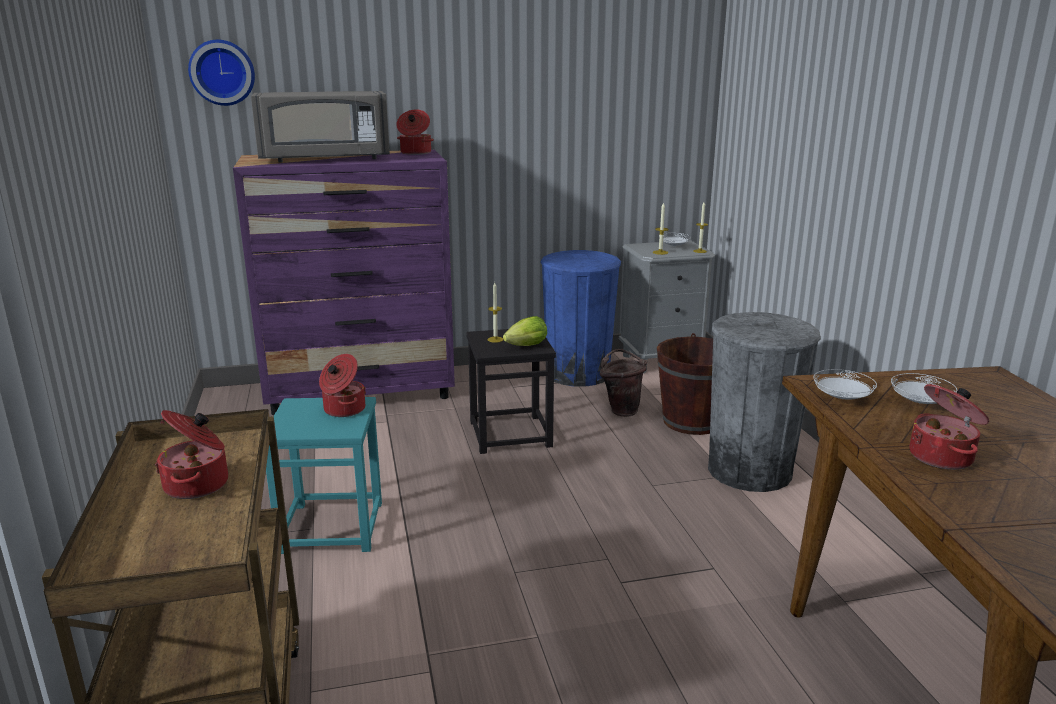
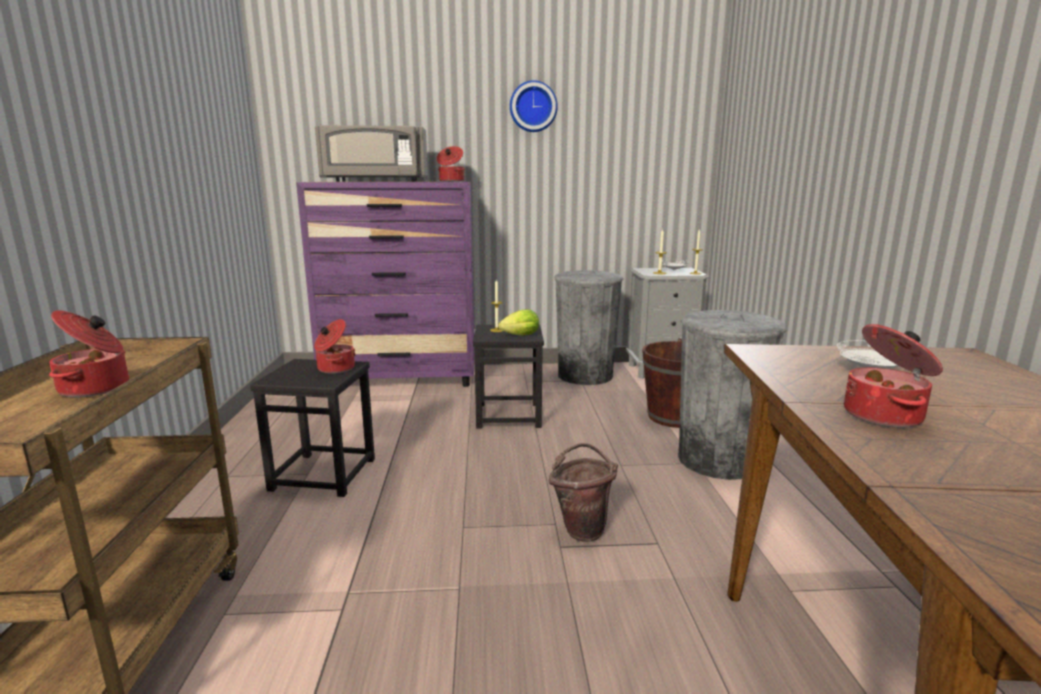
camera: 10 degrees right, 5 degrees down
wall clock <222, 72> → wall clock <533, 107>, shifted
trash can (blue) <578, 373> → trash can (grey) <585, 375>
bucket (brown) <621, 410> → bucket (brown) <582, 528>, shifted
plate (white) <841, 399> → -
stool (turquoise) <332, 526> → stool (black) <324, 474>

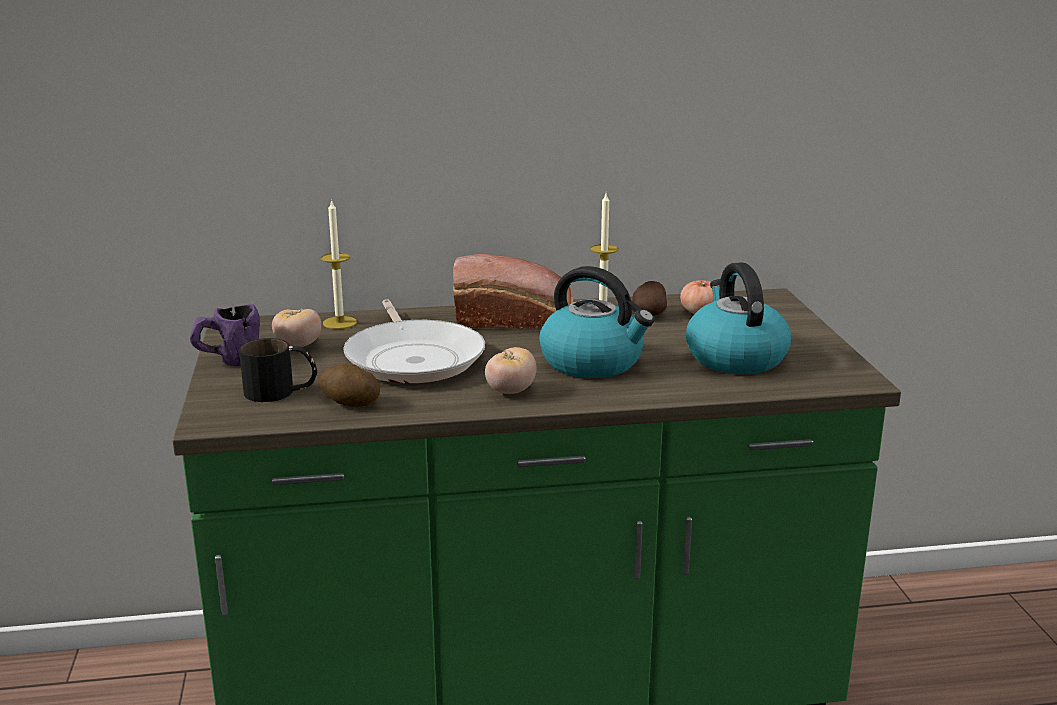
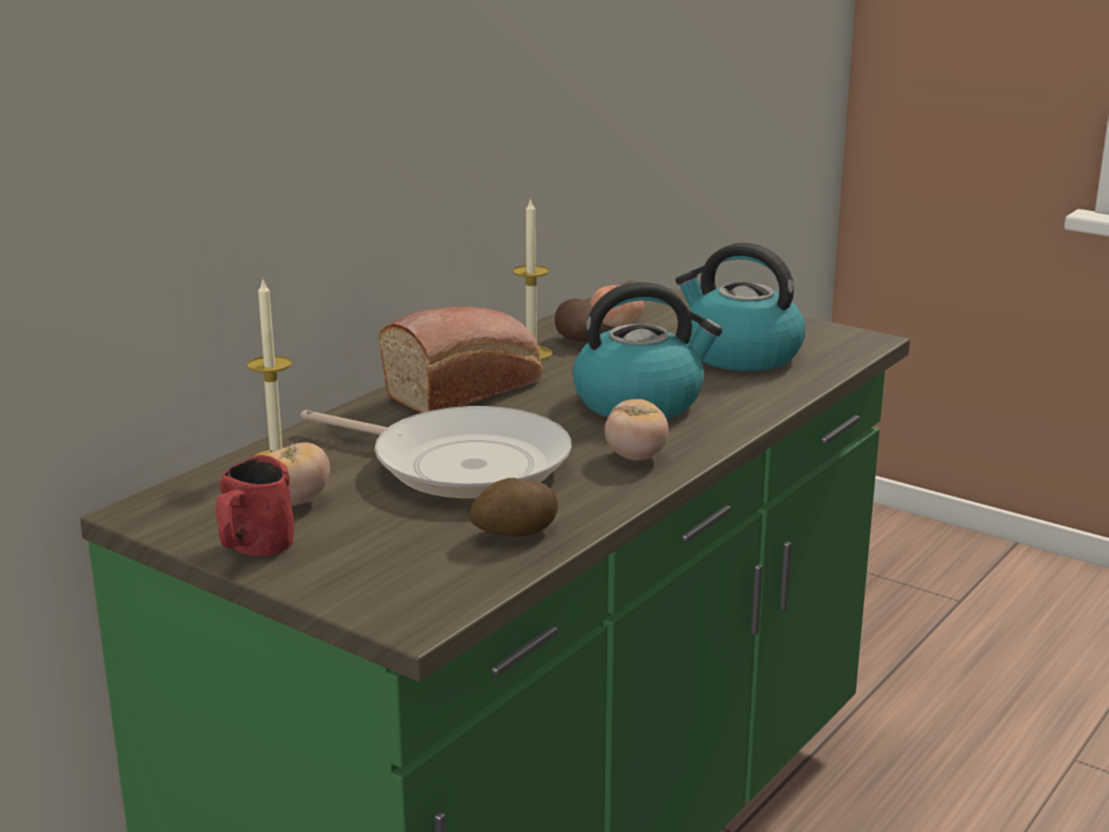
camera: 45 degrees left, 0 degrees up
mug (purple) <228, 361> → mug (red) <252, 552>
mug (black) <281, 391> → -

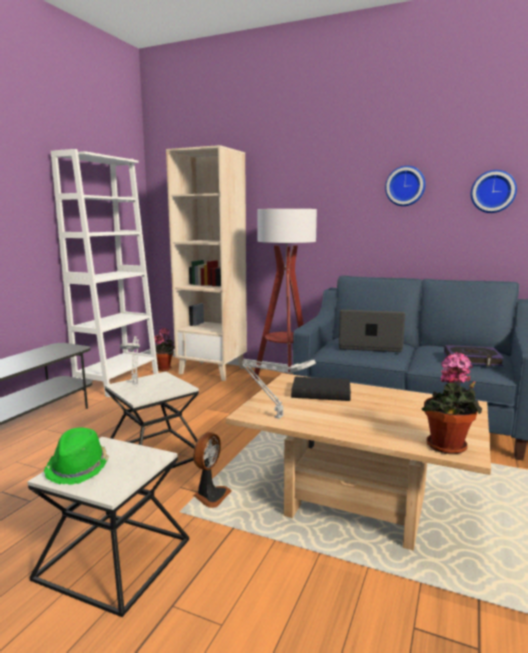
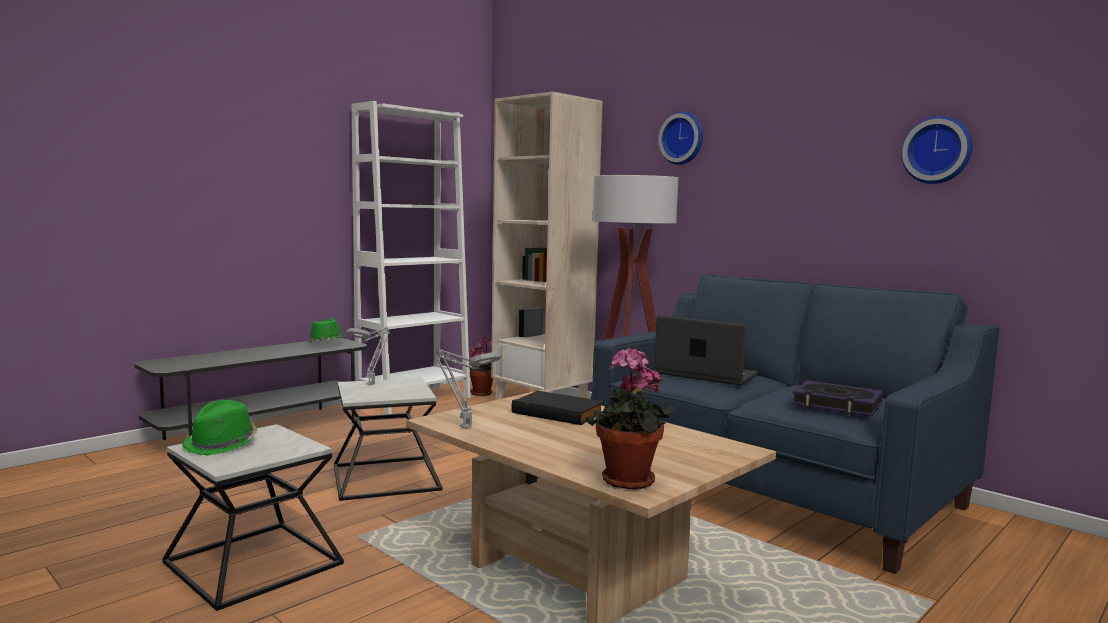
camera: 20 degrees right, 5 degrees down
wall clock <405, 186> → wall clock <683, 138>, shifted
fan <210, 496> → -
- → hat (green) <325, 343>

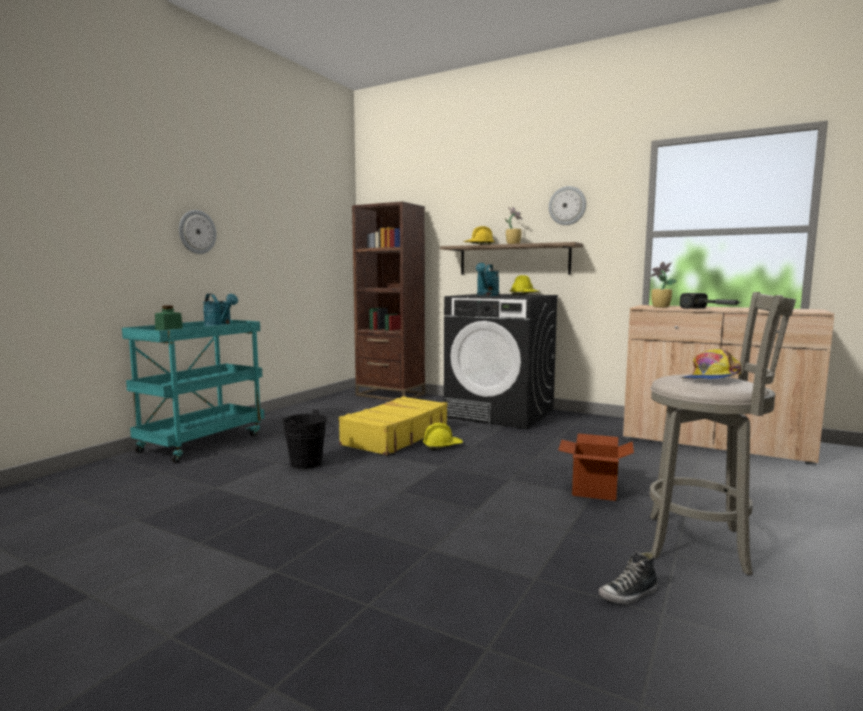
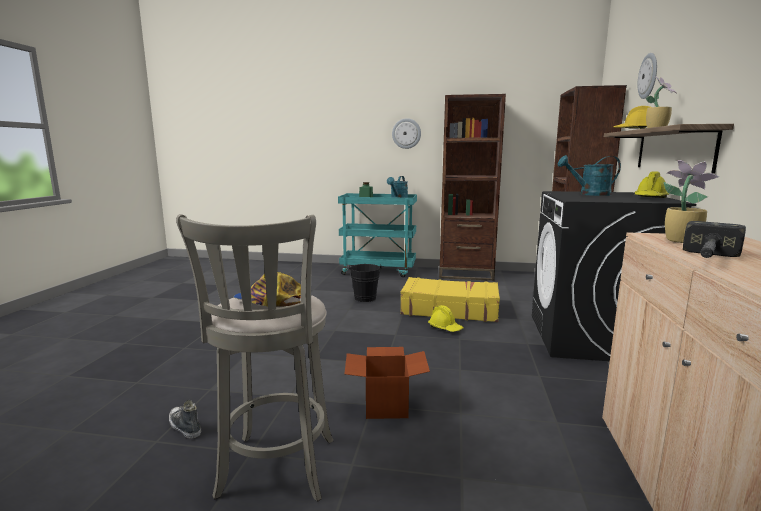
camera: 70 degrees right, 5 degrees up
wall clock <567, 206> → wall clock <648, 76>, shifted
- → bookcase (brown) <466, 274>

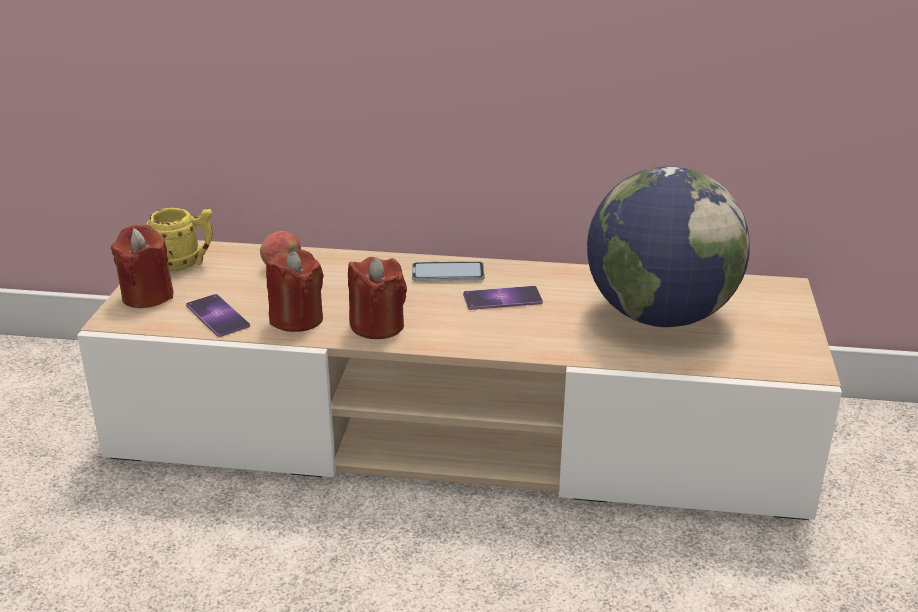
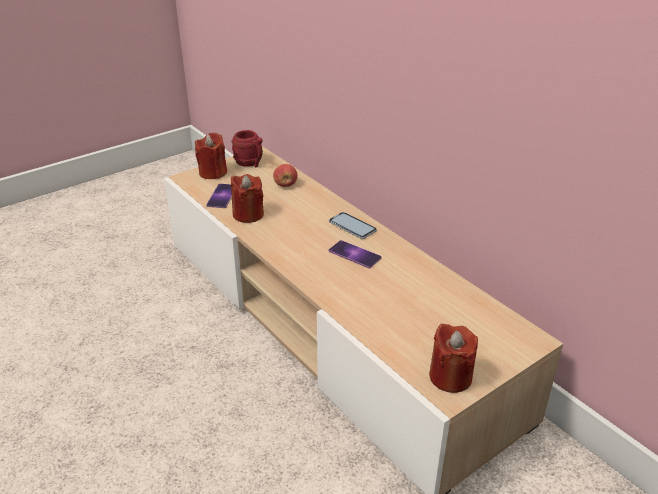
camera: 45 degrees right, 5 degrees up
globe <659, 316> → -
mug (yellow) <185, 264> → mug (red) <251, 164>
candle (red) <377, 326> → candle (red) <450, 377>, shifted

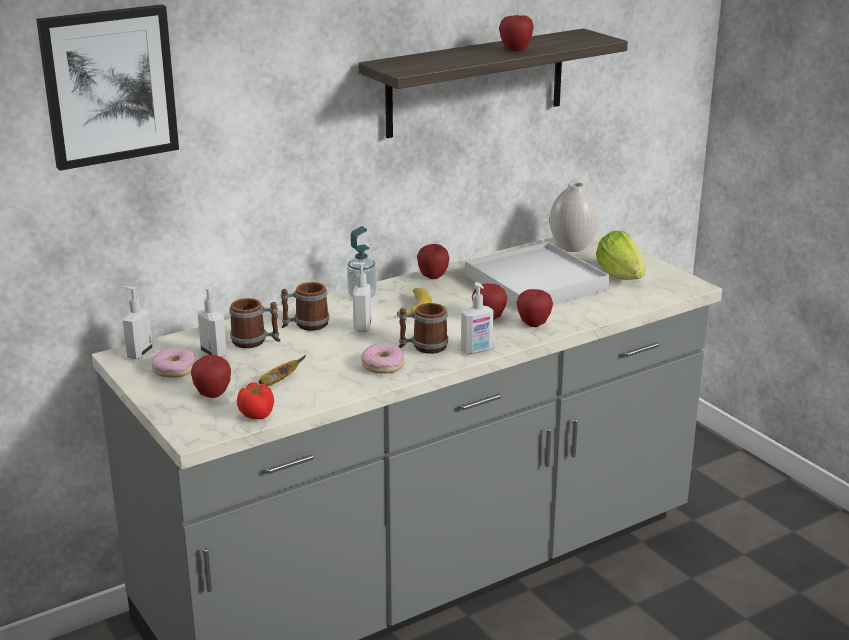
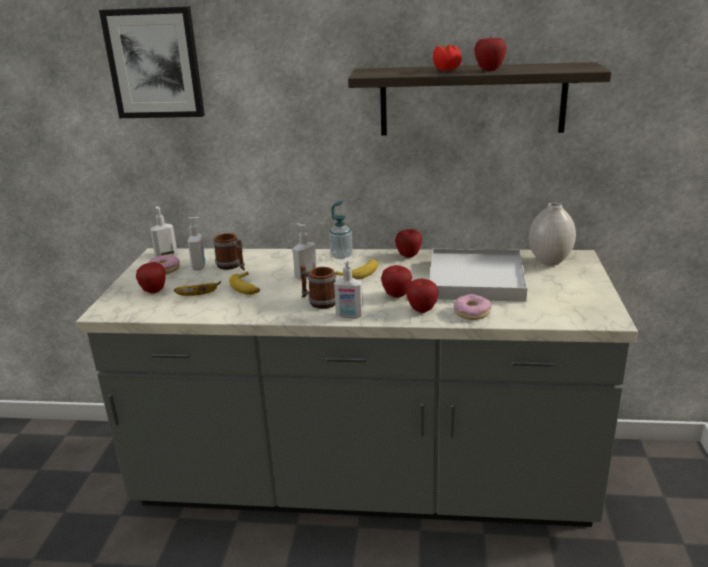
camera: 40 degrees right, 0 degrees up
lettuce <622, 276> → -
mug <305, 325> → -
donut <383, 365> → donut <472, 312>, shifted
tomato <257, 415> → tomato <446, 70>, shifted
- → banana <247, 288>

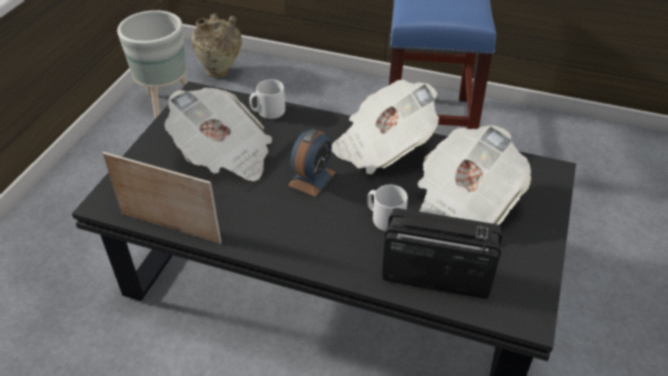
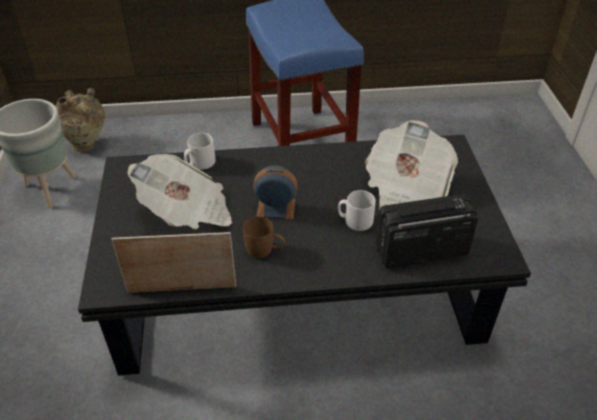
camera: 25 degrees left, 0 degrees up
newspaper <382, 147> → -
alarm clock <312, 179> → alarm clock <276, 208>, 90 degrees counterclockwise
- → mug (brown) <265, 250>

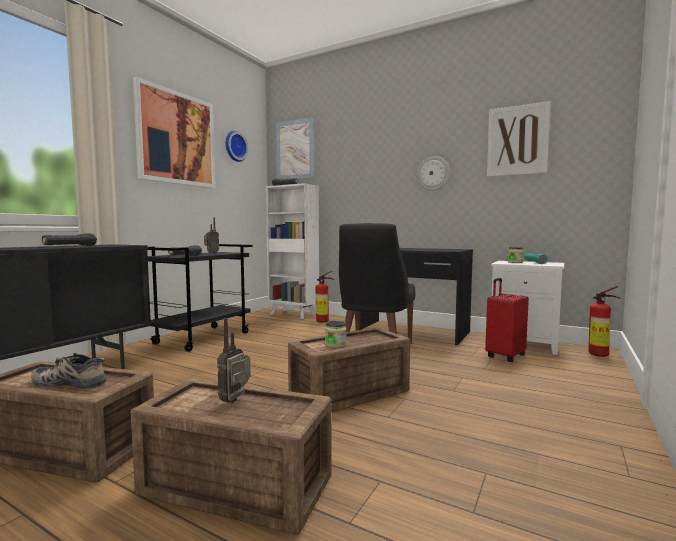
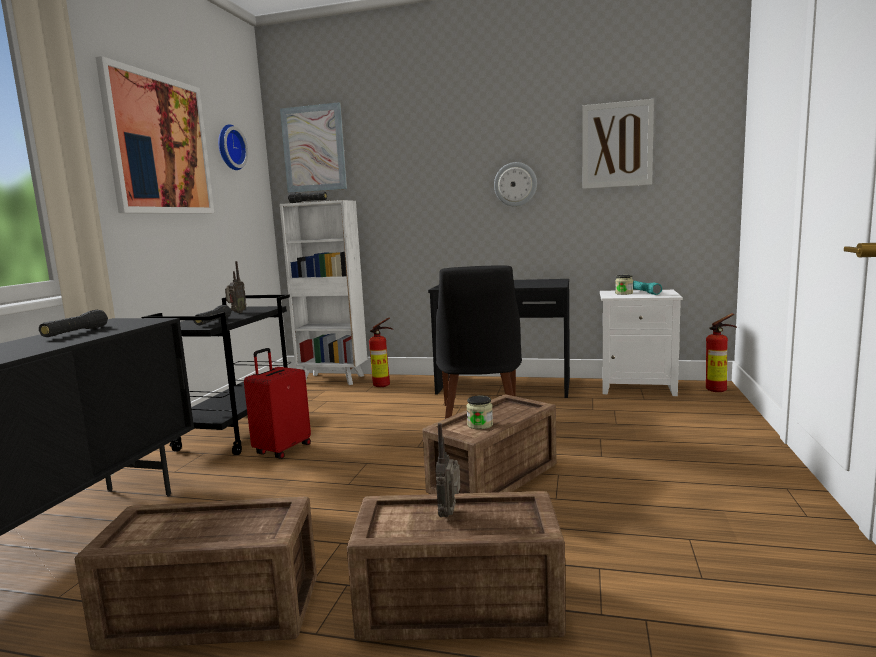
camera: 15 degrees left, 5 degrees up
suitcase (red) <504, 356> → suitcase (red) <282, 449>, shifted
shoe <72, 382> → -

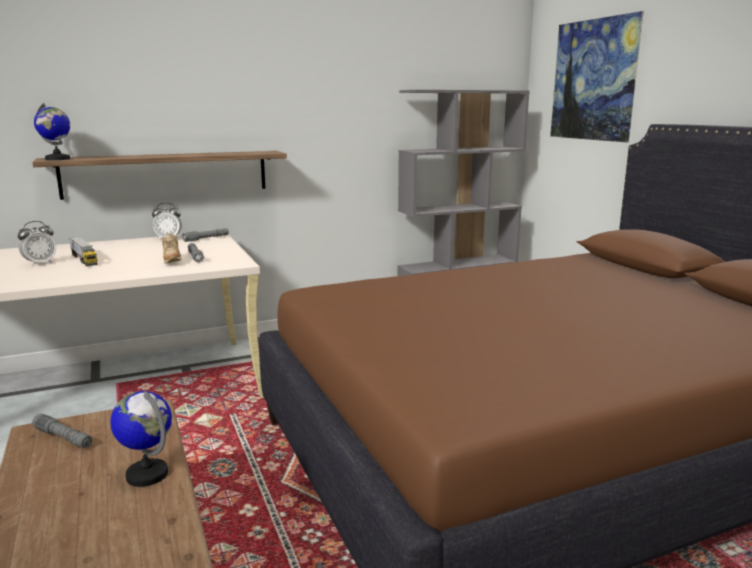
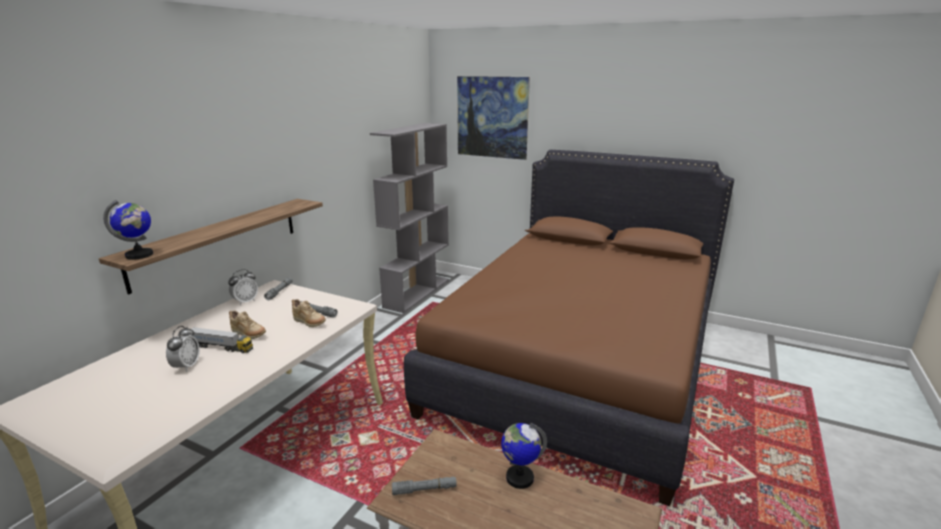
camera: 40 degrees left, 5 degrees up
- → shoe (beige) <248, 335>

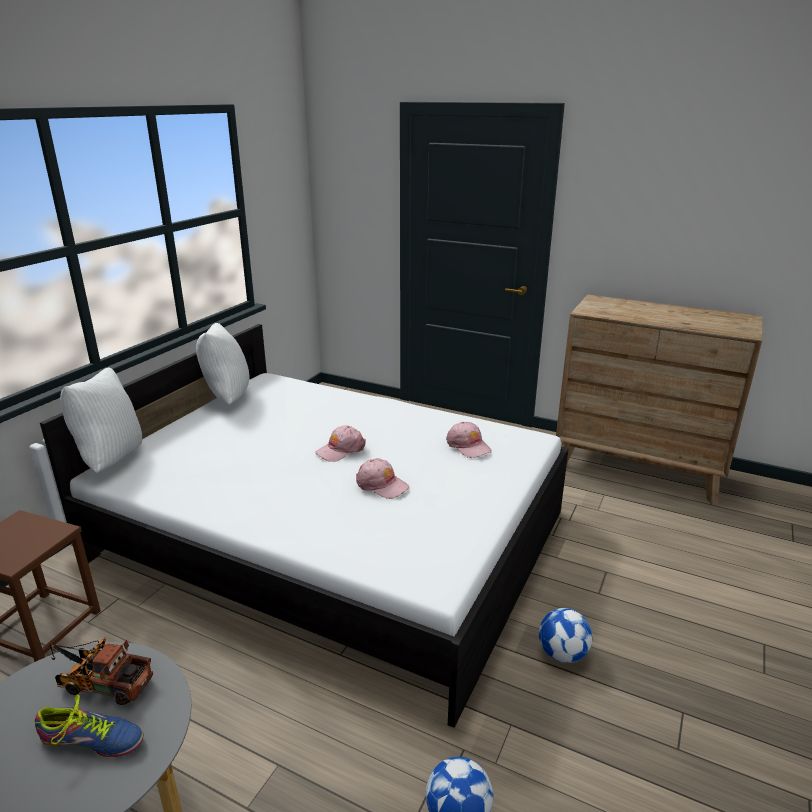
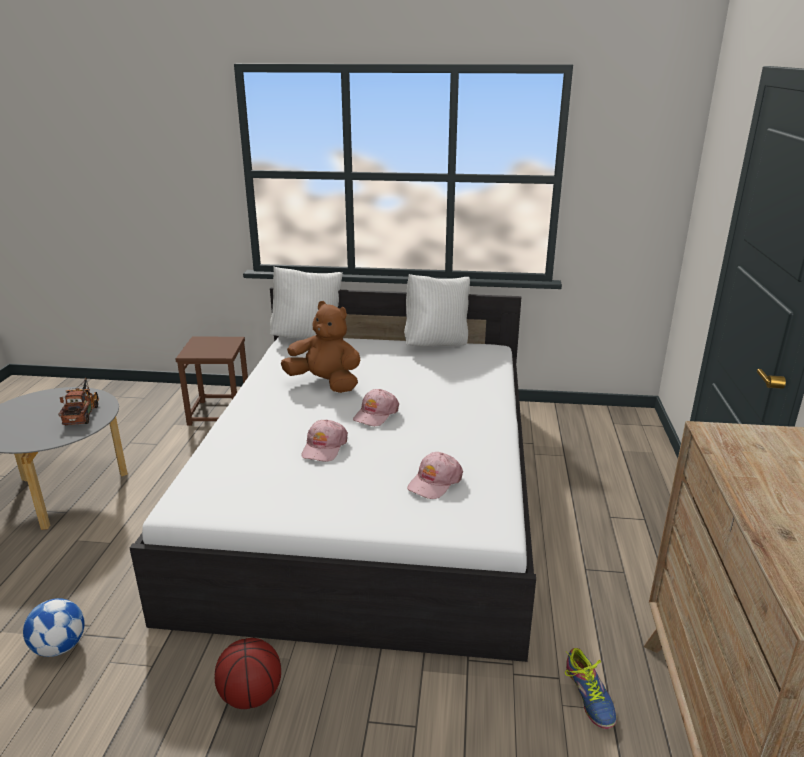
camera: 70 degrees right, 0 degrees up
cap (pink) <341, 450> → cap (pink) <375, 414>, 90 degrees counterclockwise
football <562, 654> → basketball <251, 695>
shoe <92, 739> → shoe <589, 695>, shifted
- → plush toy (brown) <325, 383>

